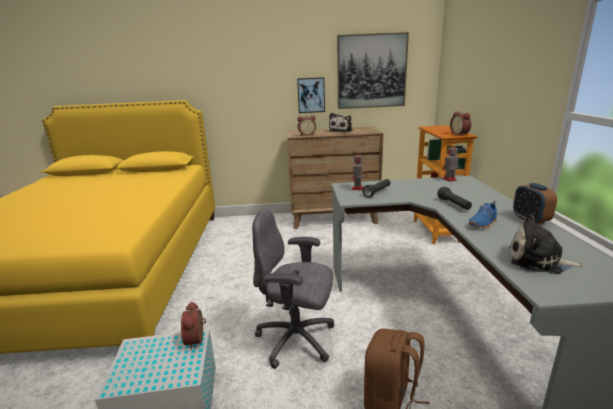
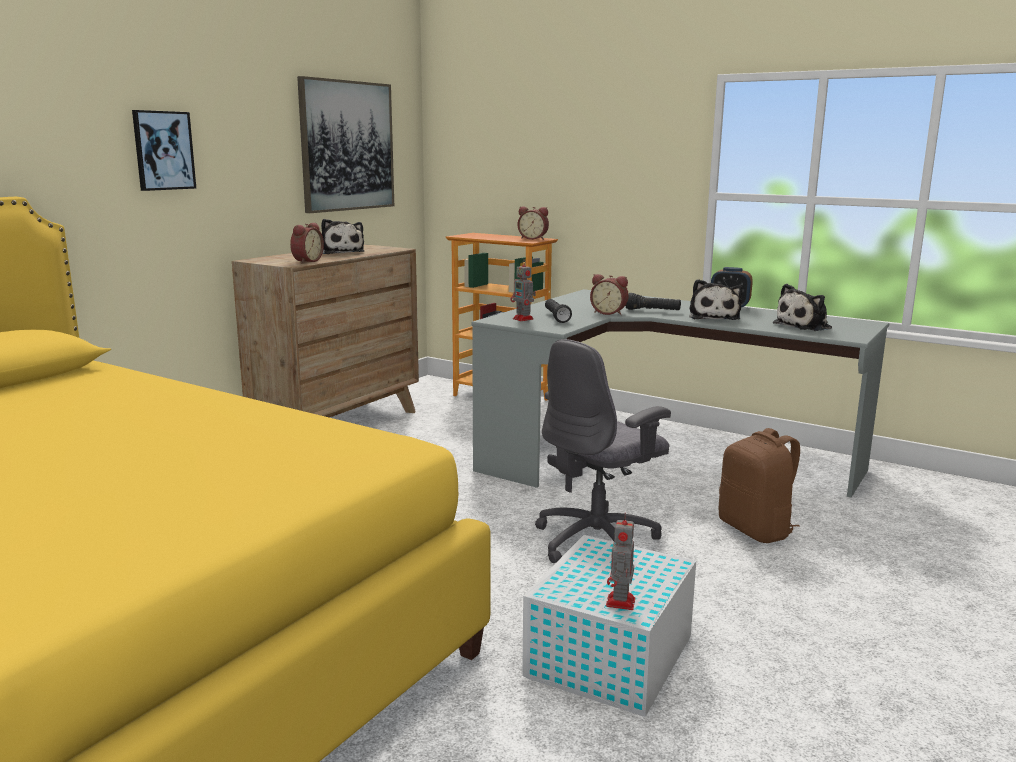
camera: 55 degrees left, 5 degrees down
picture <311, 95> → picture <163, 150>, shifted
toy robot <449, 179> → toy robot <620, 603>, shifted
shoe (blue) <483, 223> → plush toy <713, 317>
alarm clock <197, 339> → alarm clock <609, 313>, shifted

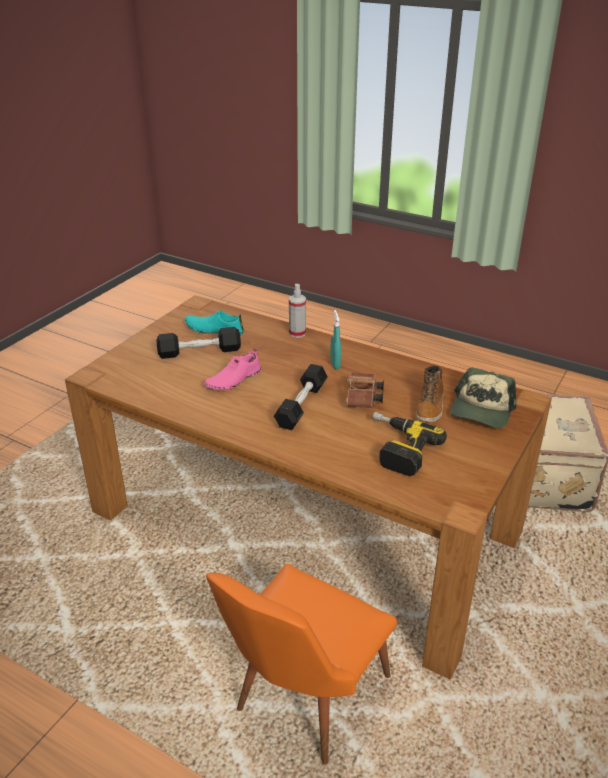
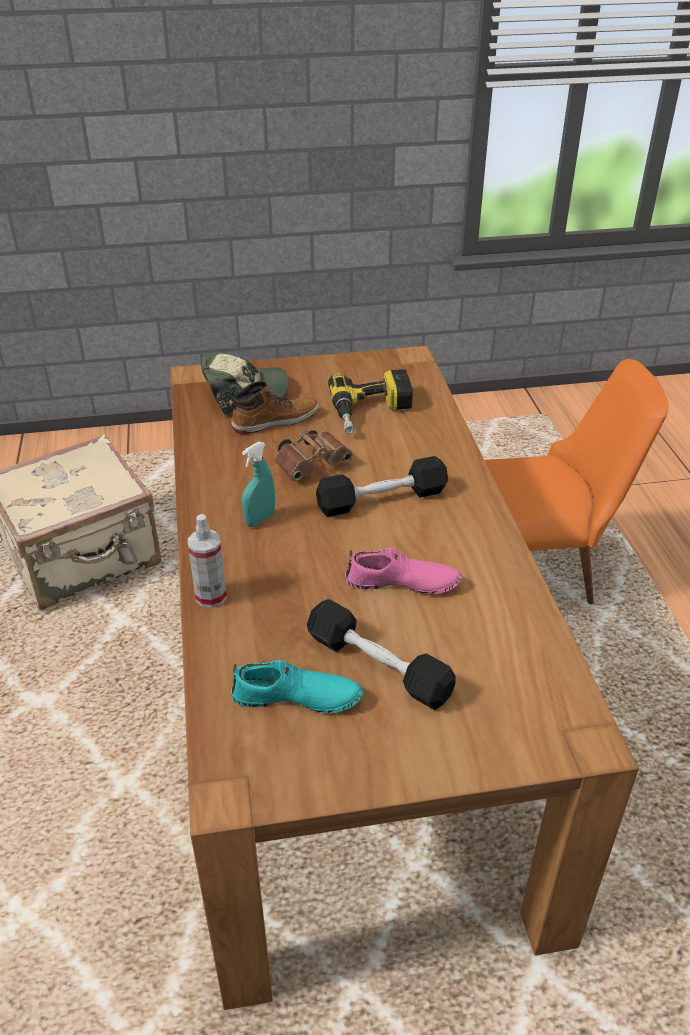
camera: 130 degrees left, 5 degrees up
shoe (turquoise) <214, 329> → shoe (turquoise) <296, 698>, 60 degrees counterclockwise

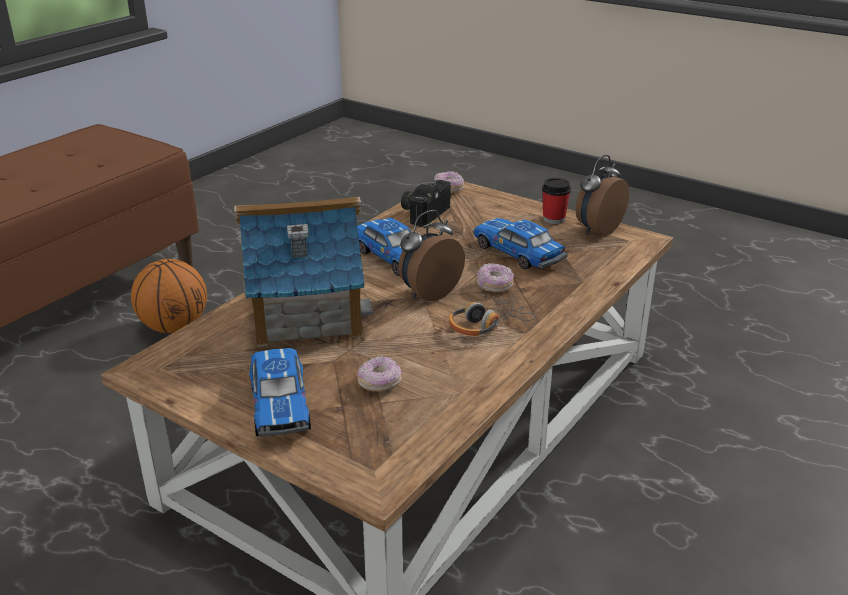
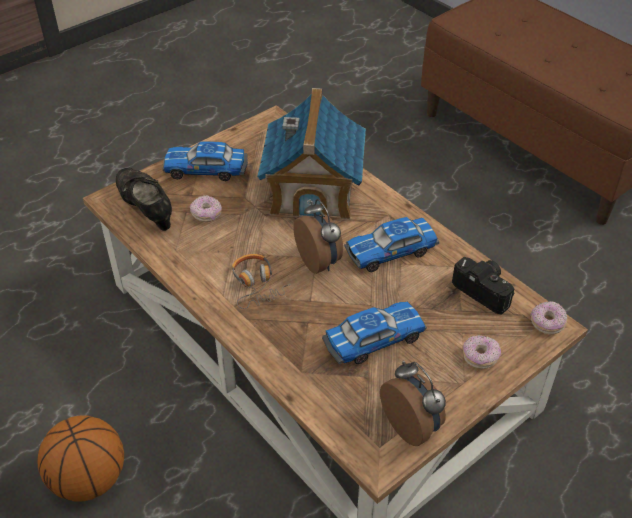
camera: 105 degrees right, 15 degrees up
cup <554, 219> → -
basketball <174, 327> → basketball <89, 479>, shifted
donut <494, 285> → donut <480, 357>, shifted
- → shoe (black) <146, 210>

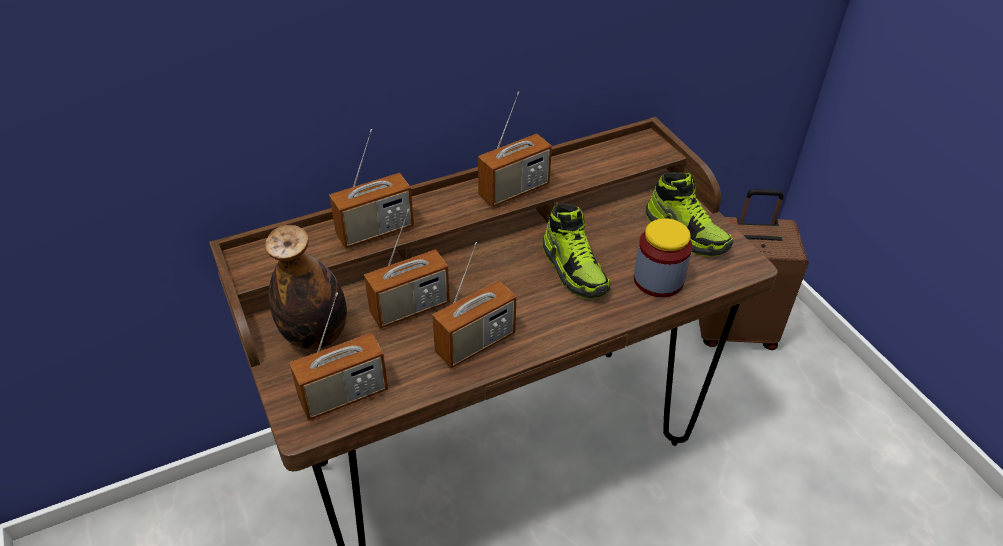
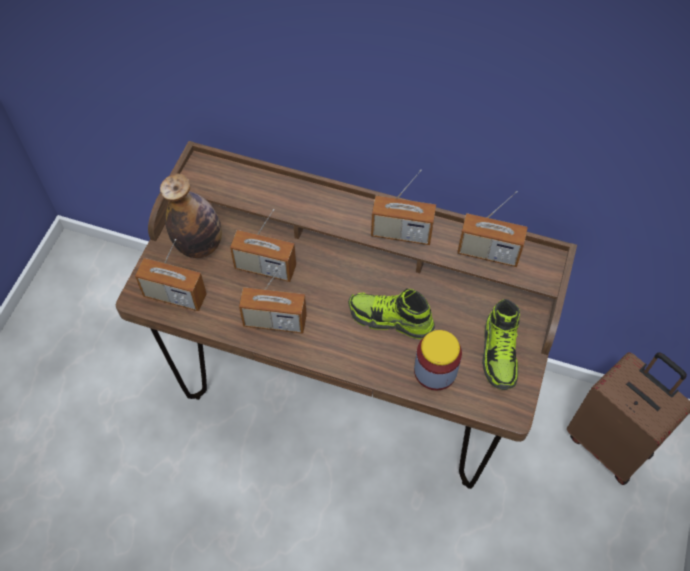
camera: 45 degrees right, 15 degrees up
radio <375, 231> → radio <488, 252>, shifted
shoe <574, 270> → shoe <390, 319>, 90 degrees clockwise

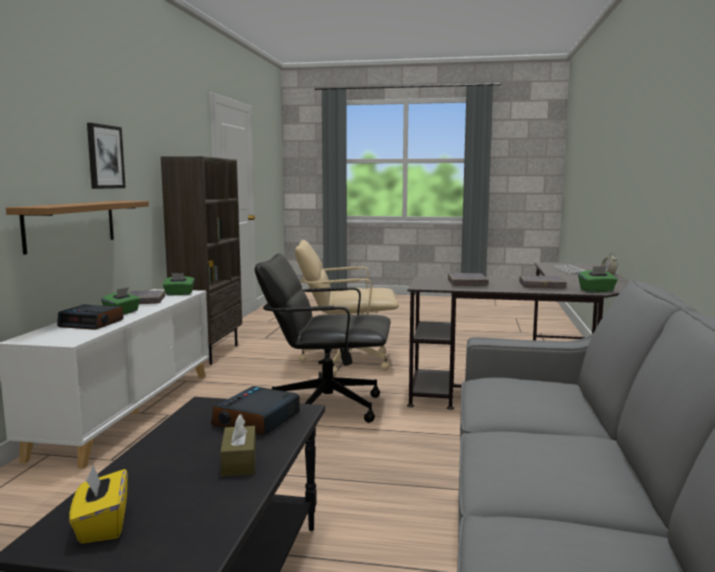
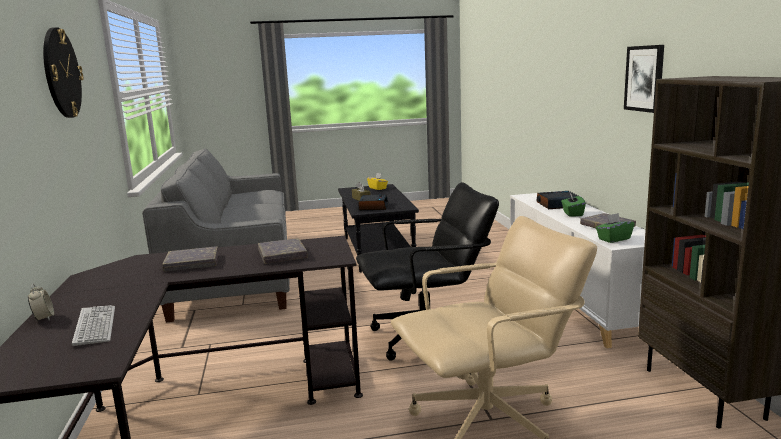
camera: 160 degrees right, 5 degrees up
shelf <71, 225> → -
tissue box (green) <596, 291> → -
- → wall clock <61, 73>

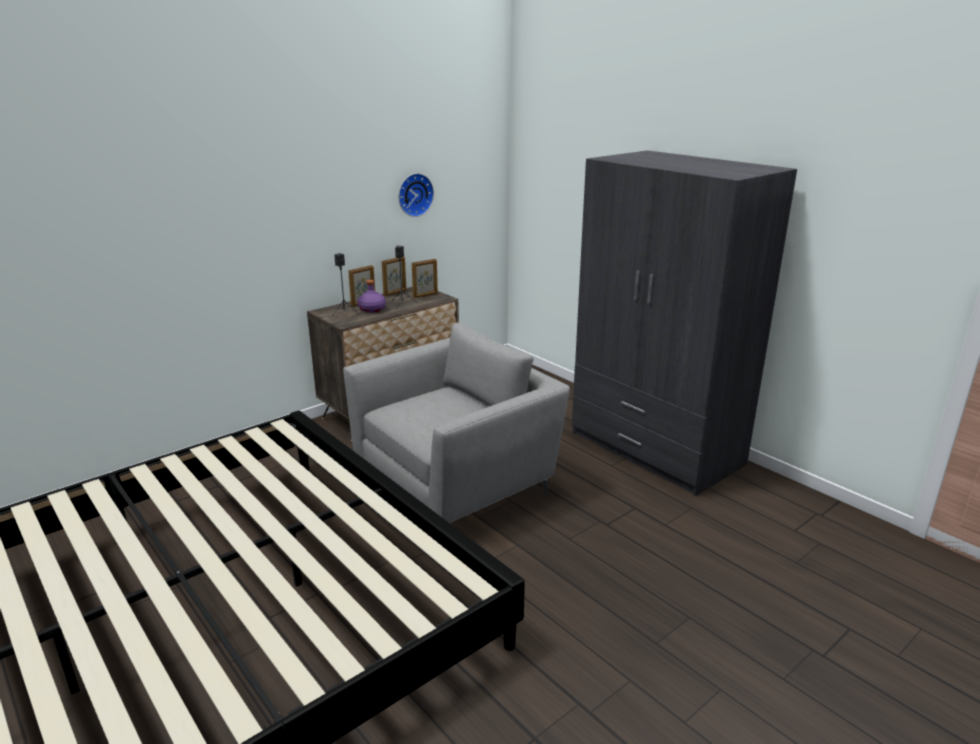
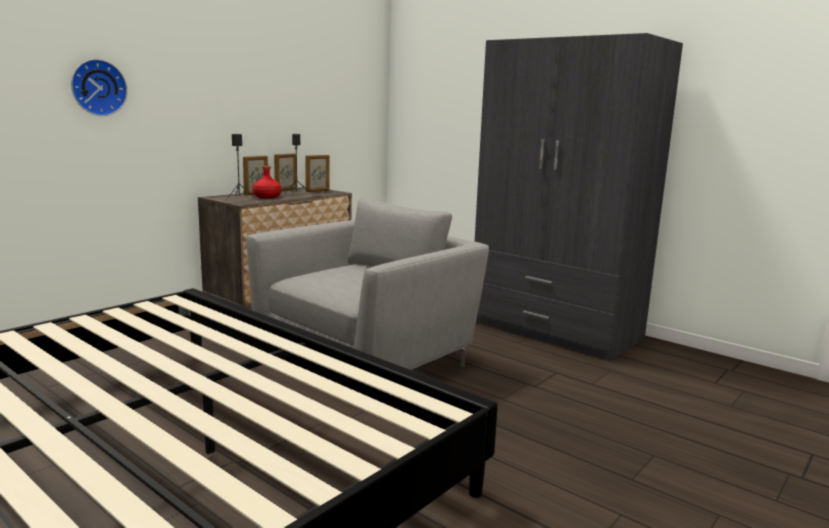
camera: 10 degrees left, 10 degrees down
wall clock <414, 194> → wall clock <97, 87>, shifted
bottle (purple) <371, 309> → bottle (red) <267, 196>

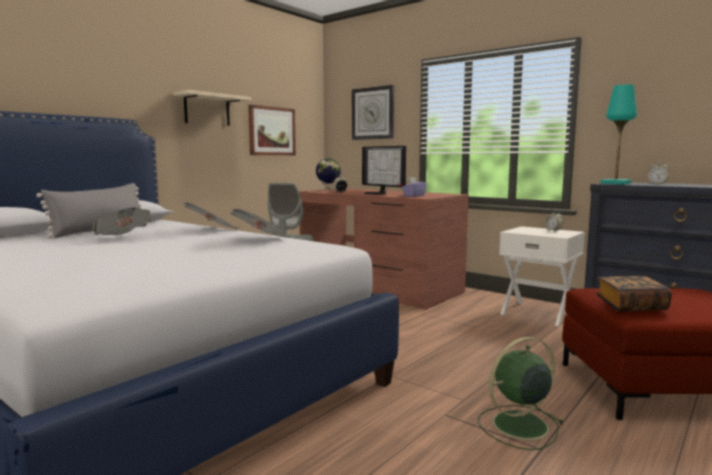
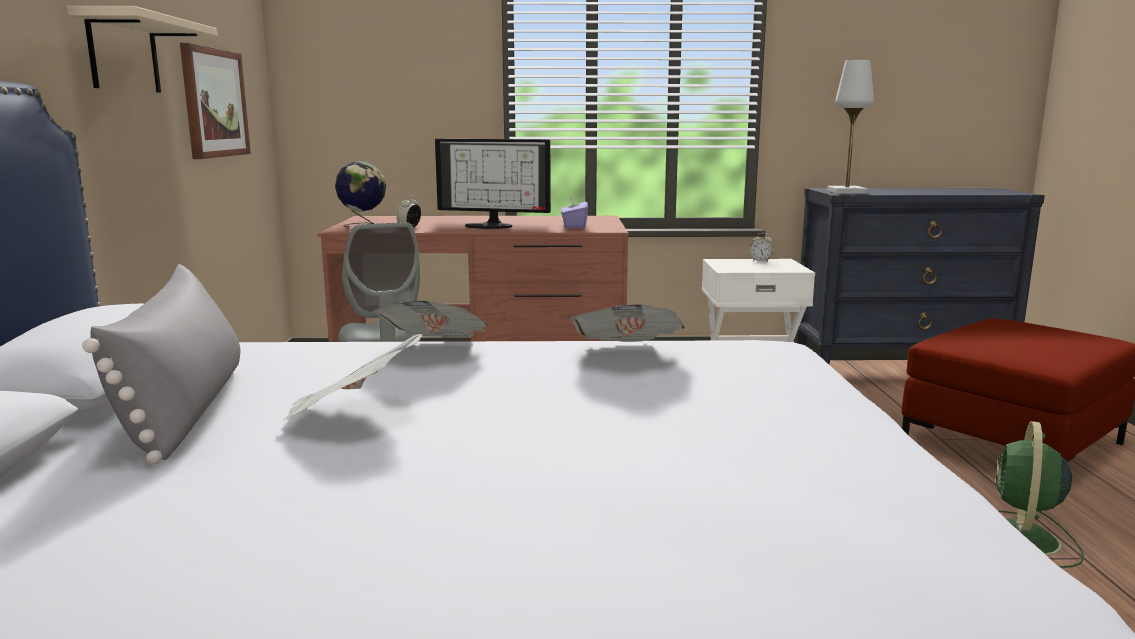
camera: 40 degrees left, 5 degrees up
table lamp (turquoise) <616, 183> → table lamp (white) <847, 192>
wall clock <373, 113> → -
alarm clock <657, 184> → -
book <630, 306> → -

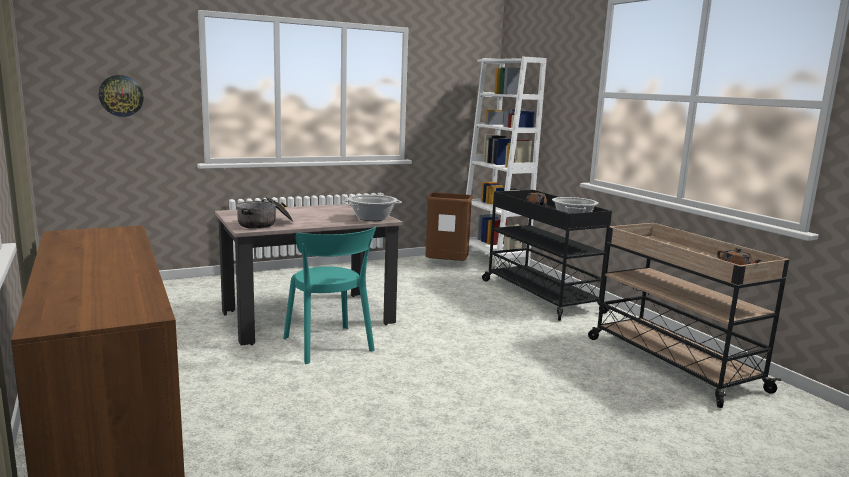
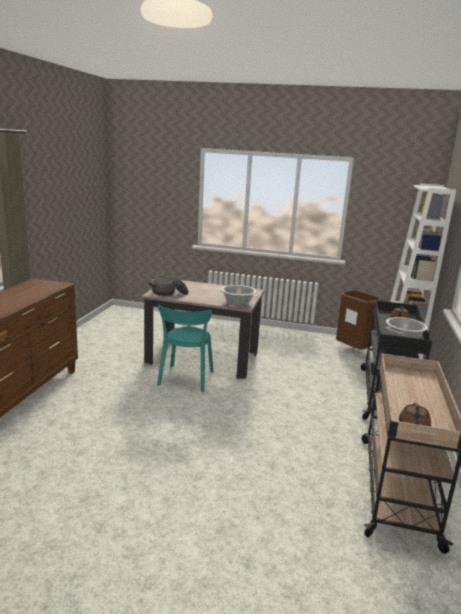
camera: 40 degrees right, 5 degrees up
wall clock <121, 96> → -

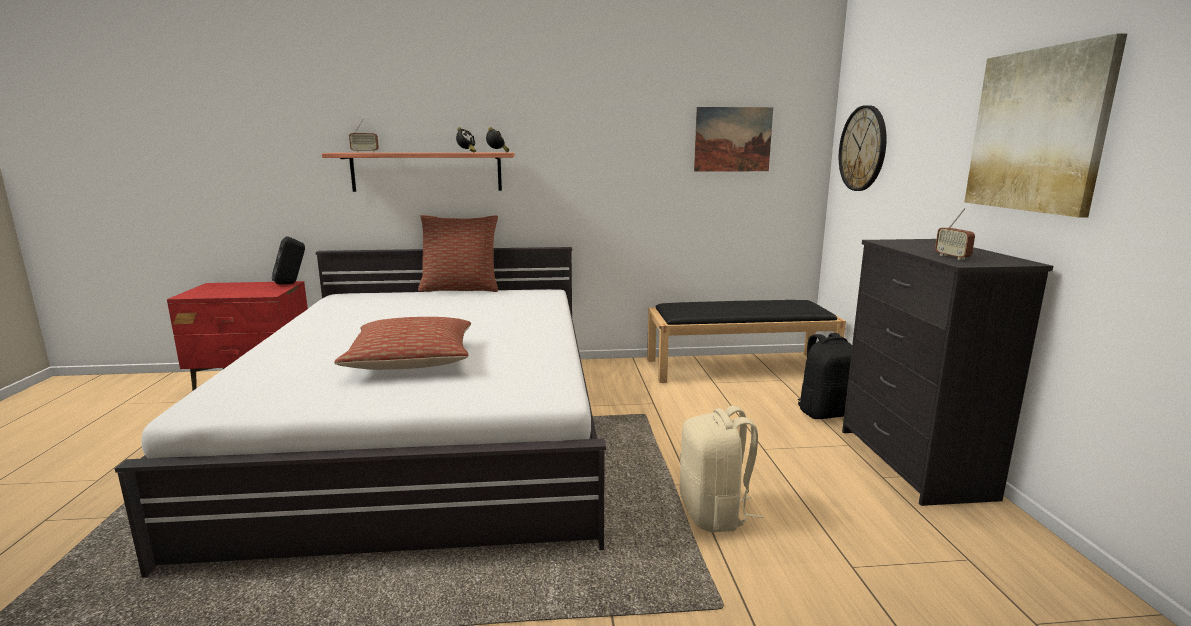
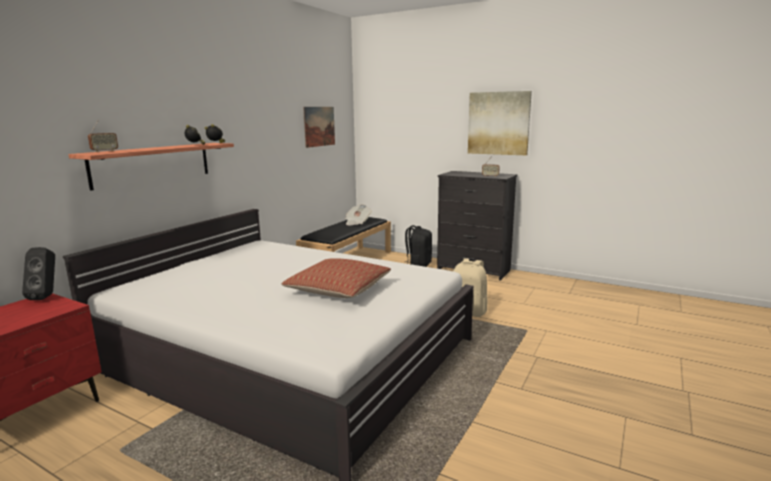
camera: 55 degrees left, 0 degrees up
wall clock <863, 148> → -
pillow <460, 289> → -
- → newspaper <357, 222>

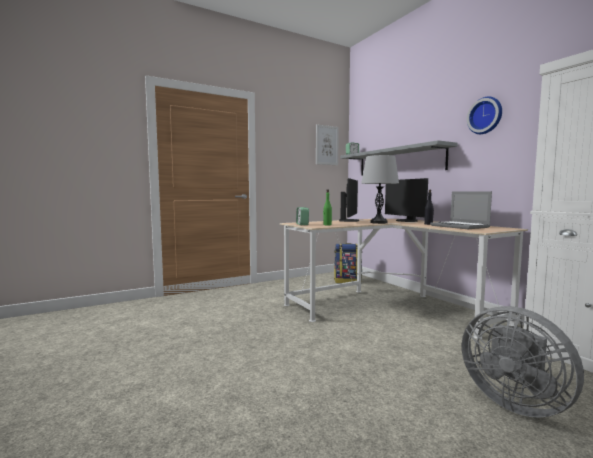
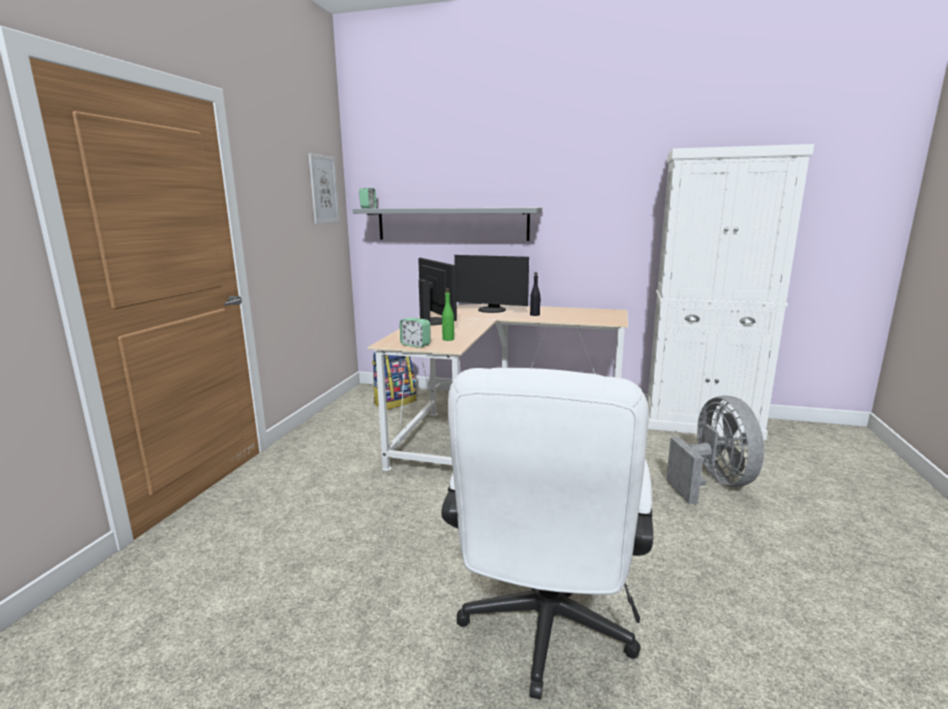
camera: 45 degrees left, 10 degrees up
wall clock <485, 116> → -
table lamp (grey) <378, 222> → -
laptop <460, 226> → -
fan (grey) <514, 401> → fan (grey) <713, 483>, 105 degrees counterclockwise
- → office chair (white) <544, 632>

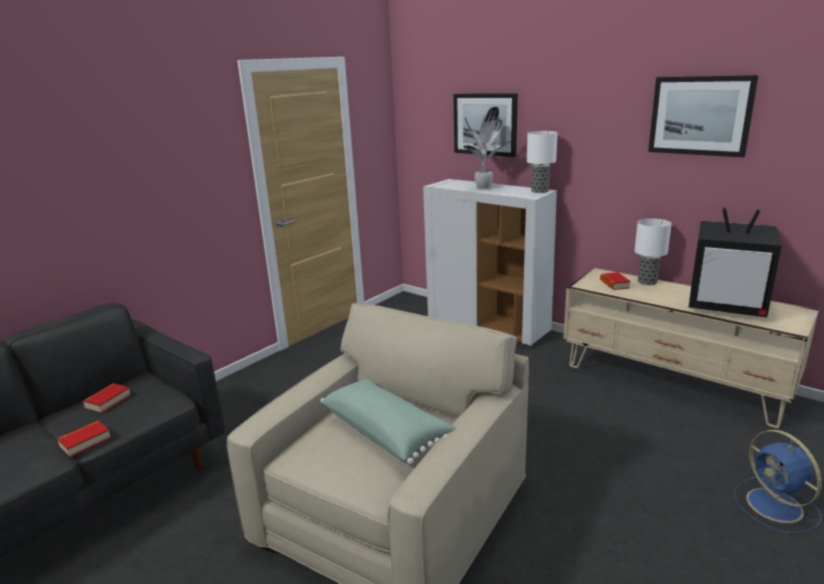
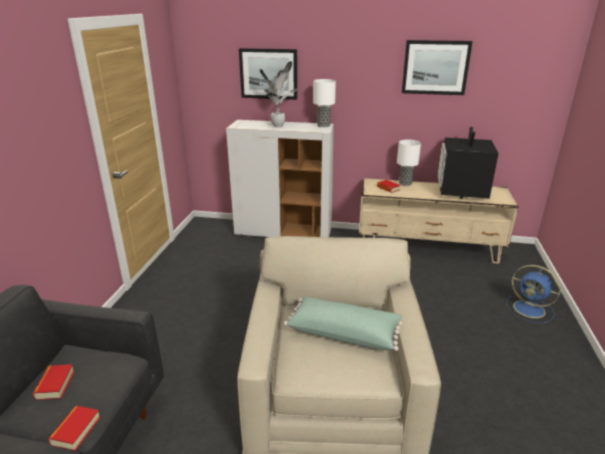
camera: 30 degrees left, 5 degrees up
television <727, 305> → television <462, 192>, 105 degrees clockwise

